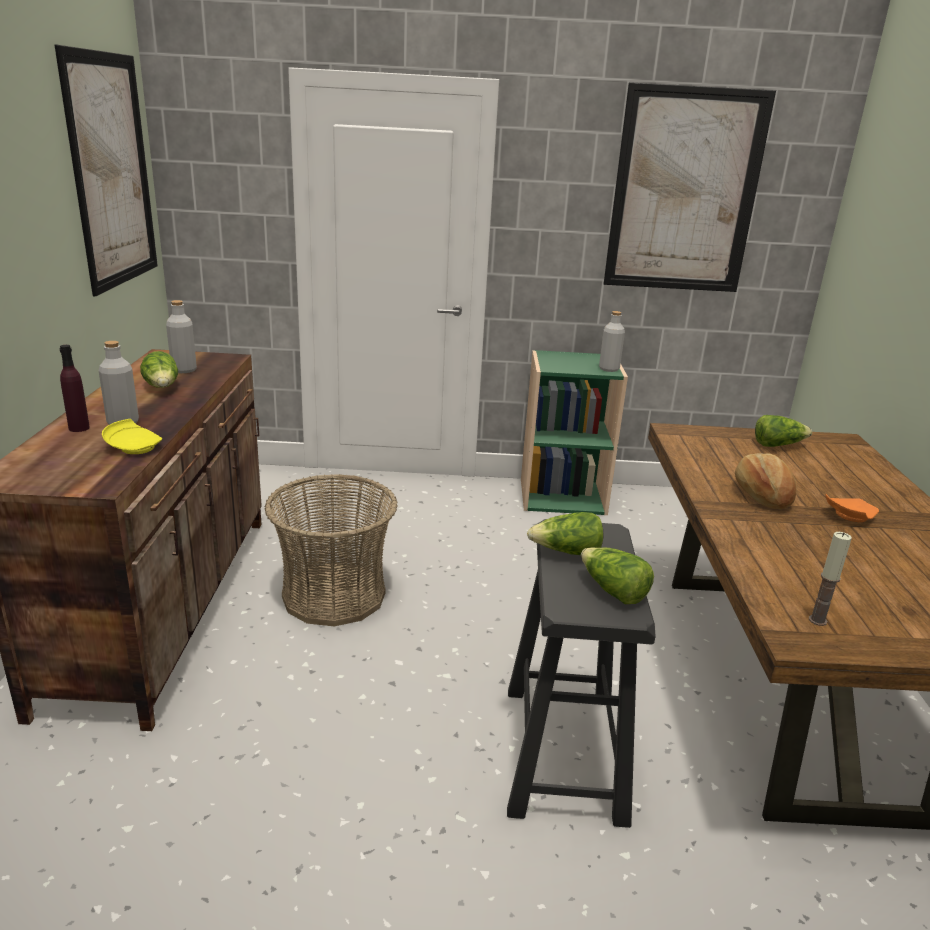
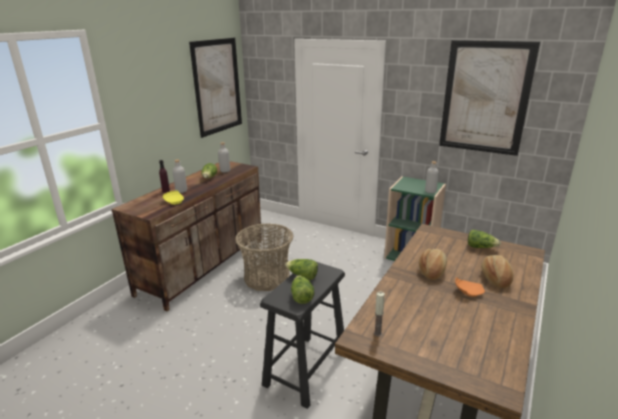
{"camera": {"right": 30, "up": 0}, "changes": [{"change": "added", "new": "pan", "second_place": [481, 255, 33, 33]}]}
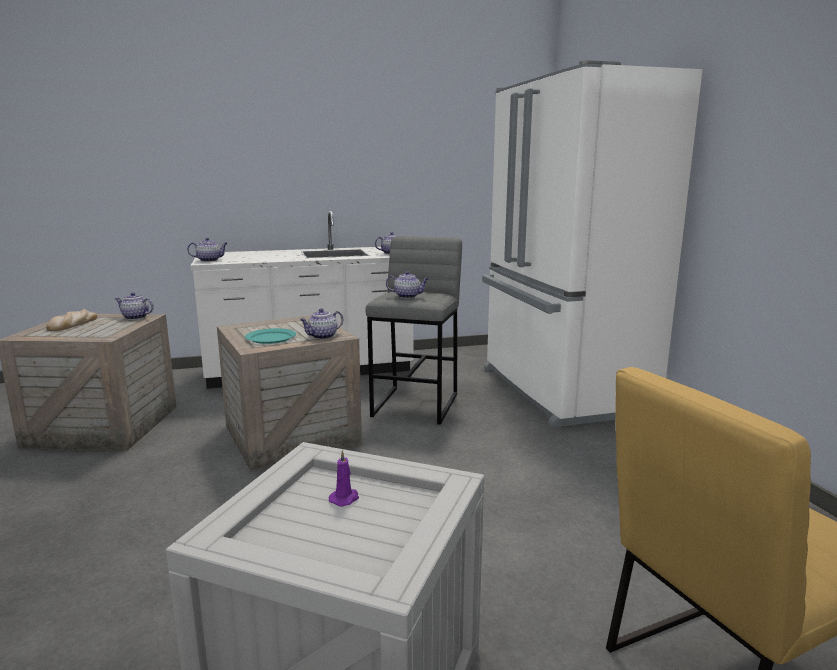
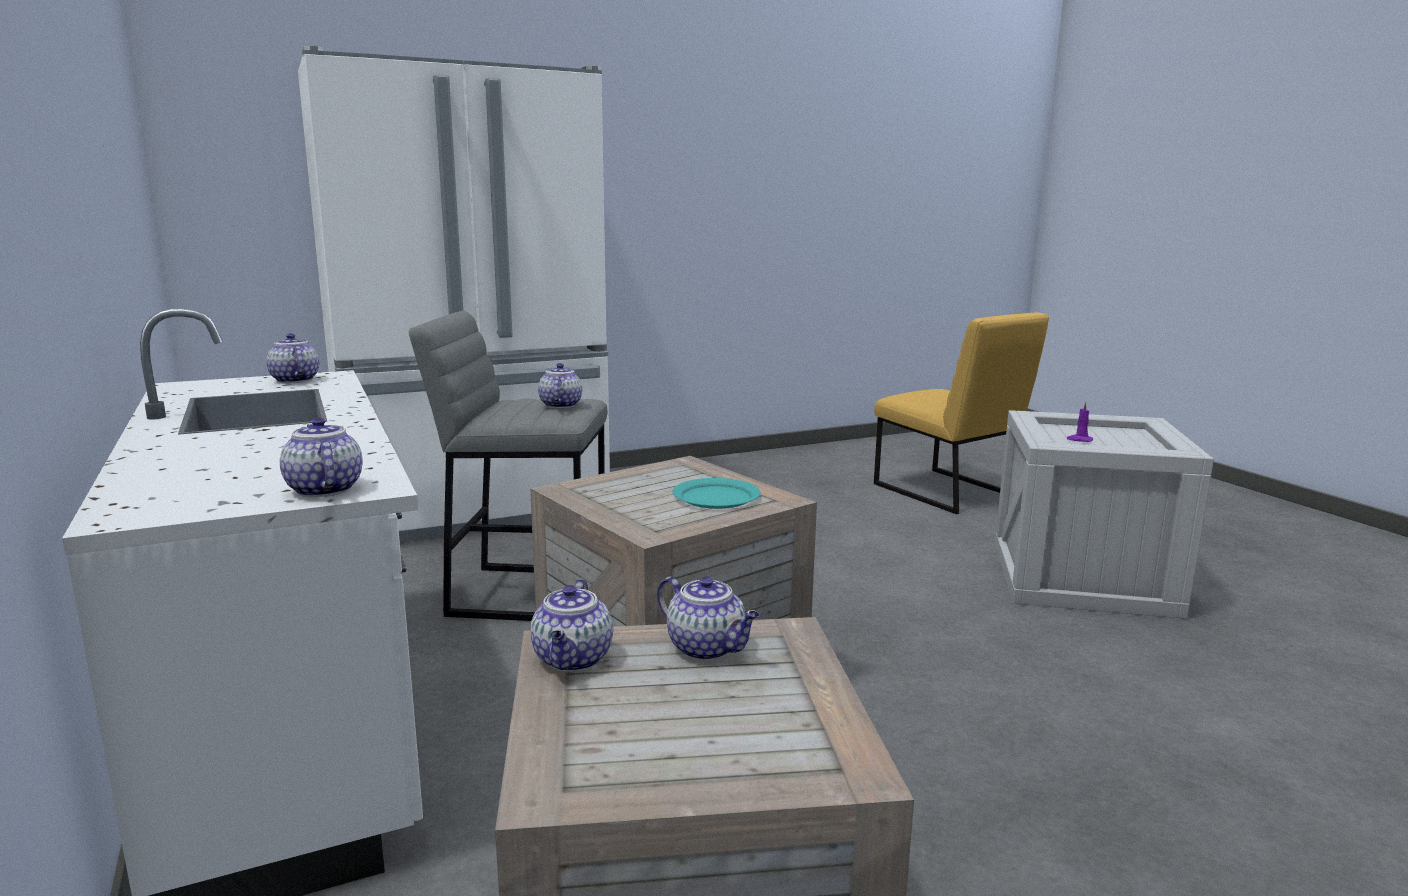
{"camera": {"right": -100, "up": 0}, "changes": [{"change": "removed", "old": "pan", "first_place": [46, 309, 51, 22]}, {"change": "moved", "old": "tetera", "first_place": [300, 308, 43, 31], "second_place": [657, 576, 103, 84]}]}
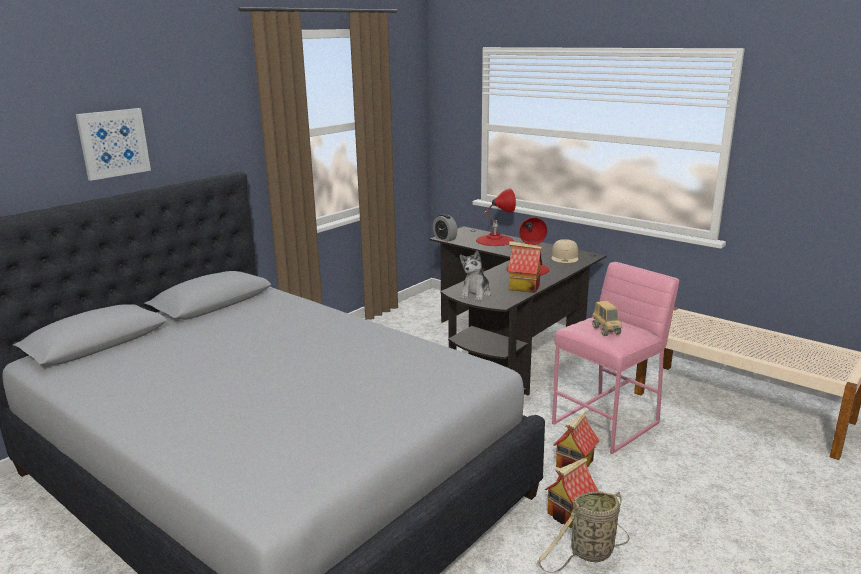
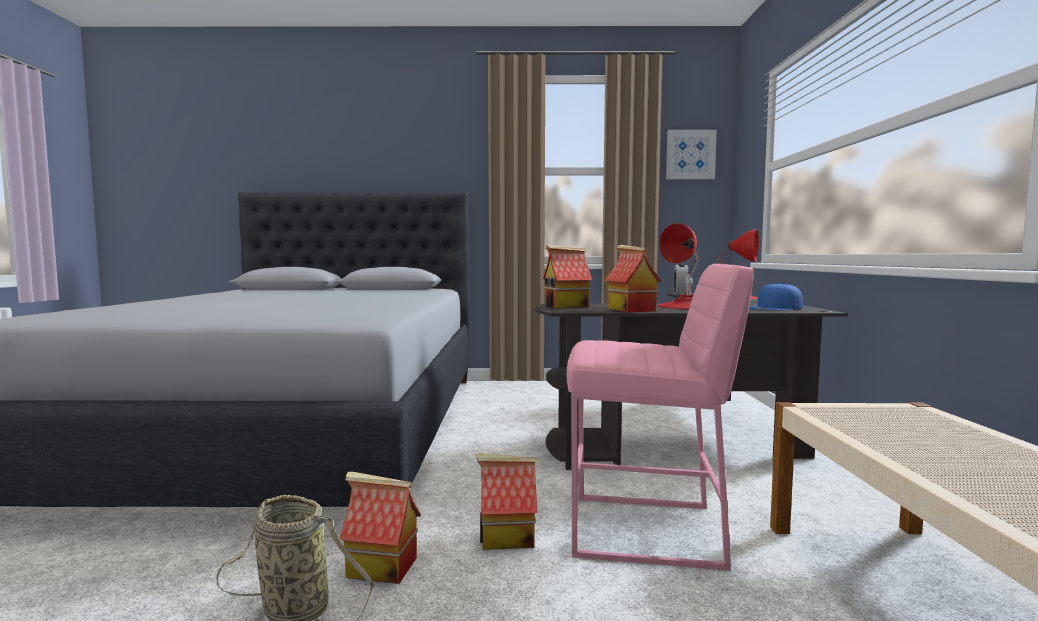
{"camera": {"right": 50, "up": -15}, "changes": [{"change": "moved", "old": "cuadro", "first_place": [76, 108, 75, 73], "second_place": [666, 130, 51, 49]}, {"change": "replaced", "old": "peluche", "new": "casita", "first_place": [460, 250, 31, 51], "second_place": [543, 245, 49, 63]}, {"change": "recoloured", "old": "gorra (beis)", "new": "gorra (azul)", "first_place": [551, 239, 27, 24], "second_place": [749, 283, 54, 27]}, {"change": "removed", "old": "camión de juguete", "first_place": [592, 301, 31, 35]}]}
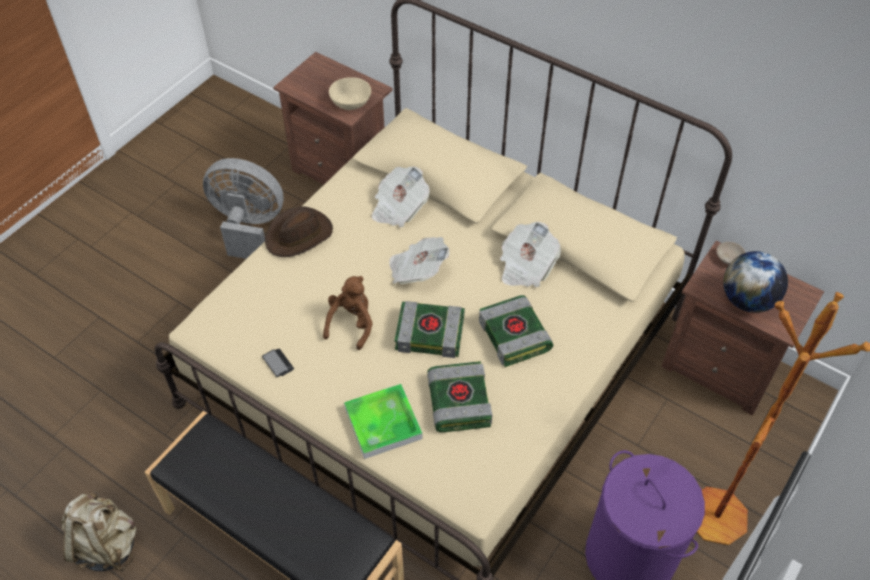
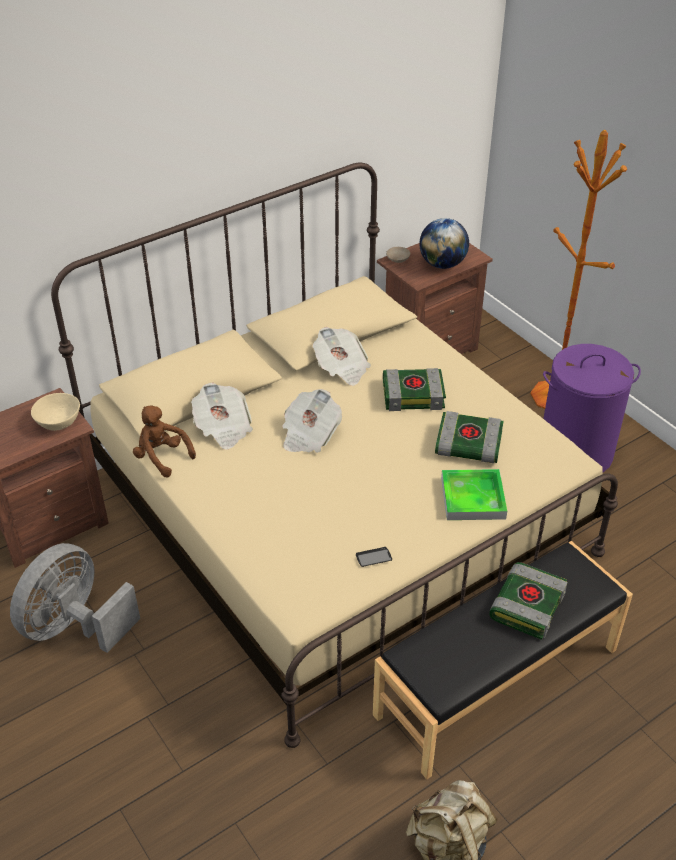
{"camera": {"right": -70, "up": -10}, "changes": [{"change": "removed", "old": "sombrero (marrón)", "first_place": [265, 206, 68, 51]}, {"change": "moved", "old": "peluche (marrón)", "first_place": [323, 276, 50, 74], "second_place": [133, 405, 63, 73]}, {"change": "moved", "old": "libro", "first_place": [395, 301, 70, 57], "second_place": [489, 562, 79, 78]}]}
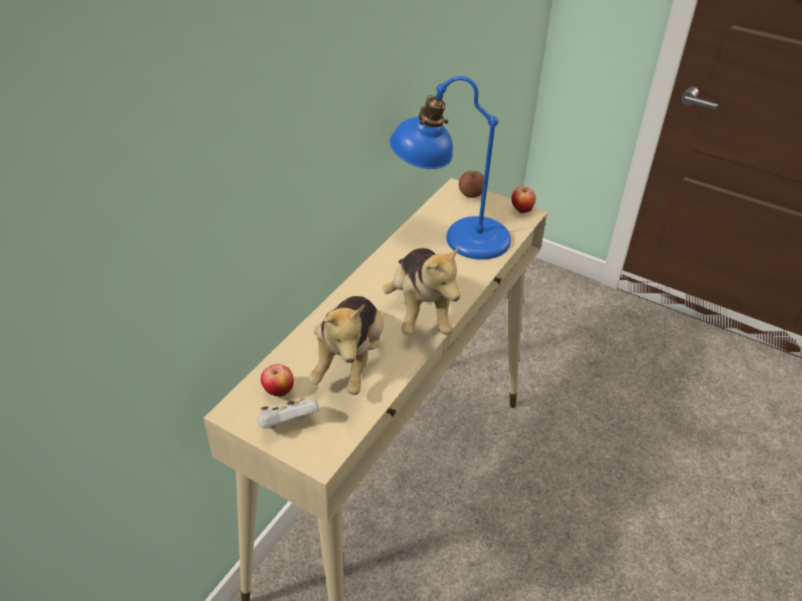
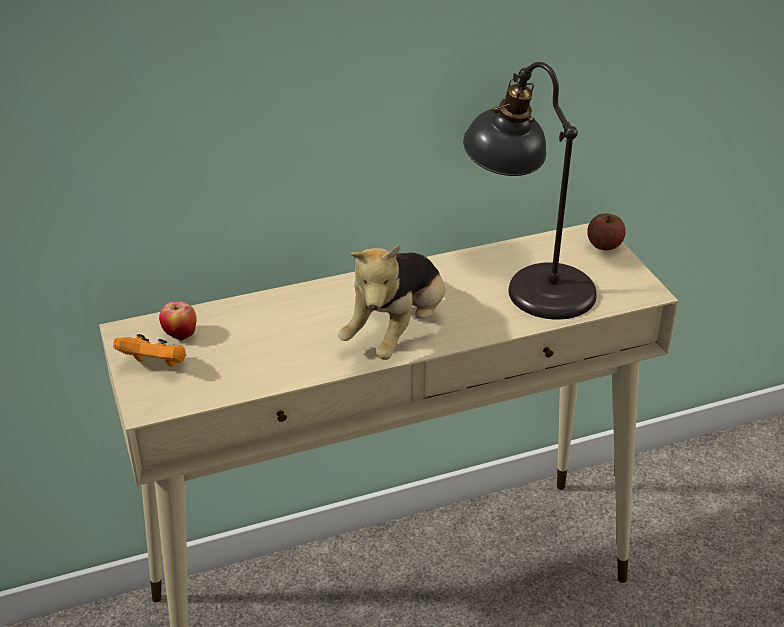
{"camera": {"right": 40, "up": -5}, "changes": [{"change": "recoloured", "old": "mando de consola (blanco)", "new": "mando de consola (naranja)", "first_place": [258, 399, 61, 30], "second_place": [113, 334, 73, 33]}, {"change": "removed", "old": "peluche", "first_place": [309, 296, 75, 99]}, {"change": "recoloured", "old": "lámpara de mesa (azul)", "new": "lámpara de mesa (gris)", "first_place": [390, 76, 121, 184], "second_place": [463, 62, 133, 258]}, {"change": "removed", "old": "manzana", "first_place": [512, 186, 24, 27]}]}
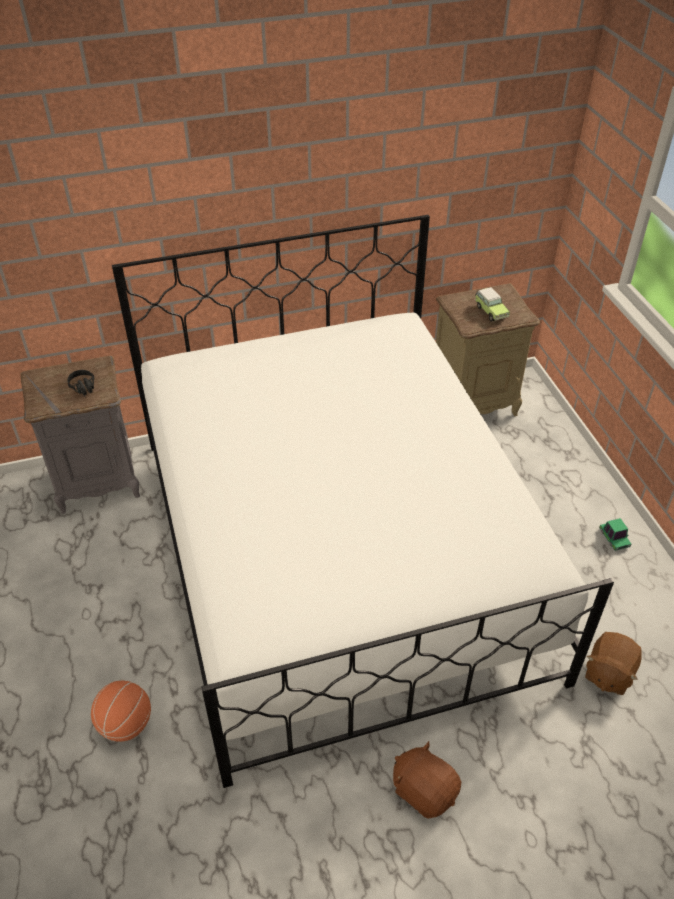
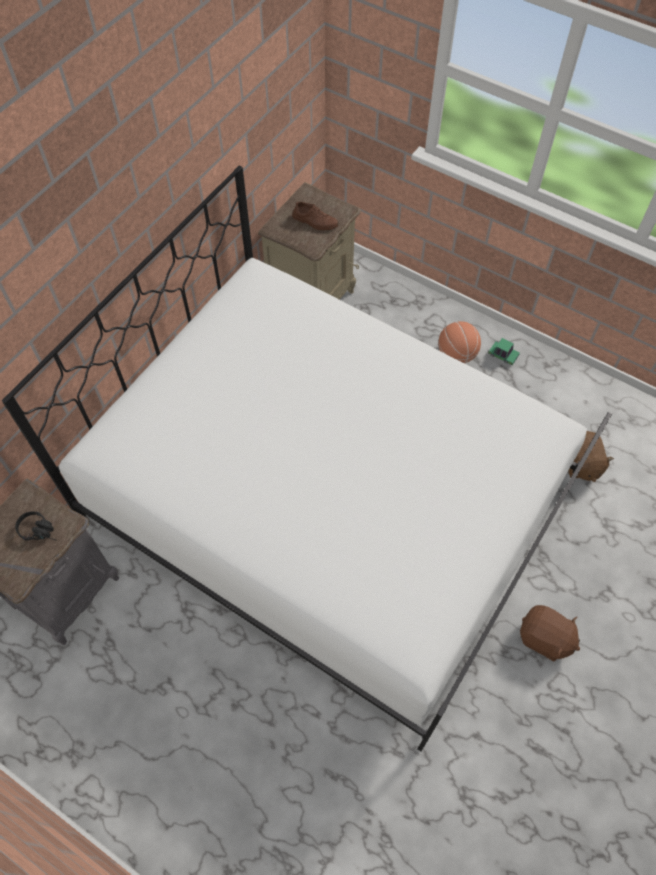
{"camera": {"right": -40, "up": 15}, "changes": [{"change": "moved", "old": "balón de baloncesto", "first_place": [91, 681, 60, 61], "second_place": [438, 321, 43, 42]}, {"change": "turned", "old": "peluche (marrón)", "first_place": [393, 741, 68, 78], "second_place": [520, 605, 60, 57], "degrees": -150}, {"change": "replaced", "old": "coche de juguete", "new": "zapato (marrón)", "first_place": [475, 287, 35, 35], "second_place": [292, 201, 47, 29]}]}
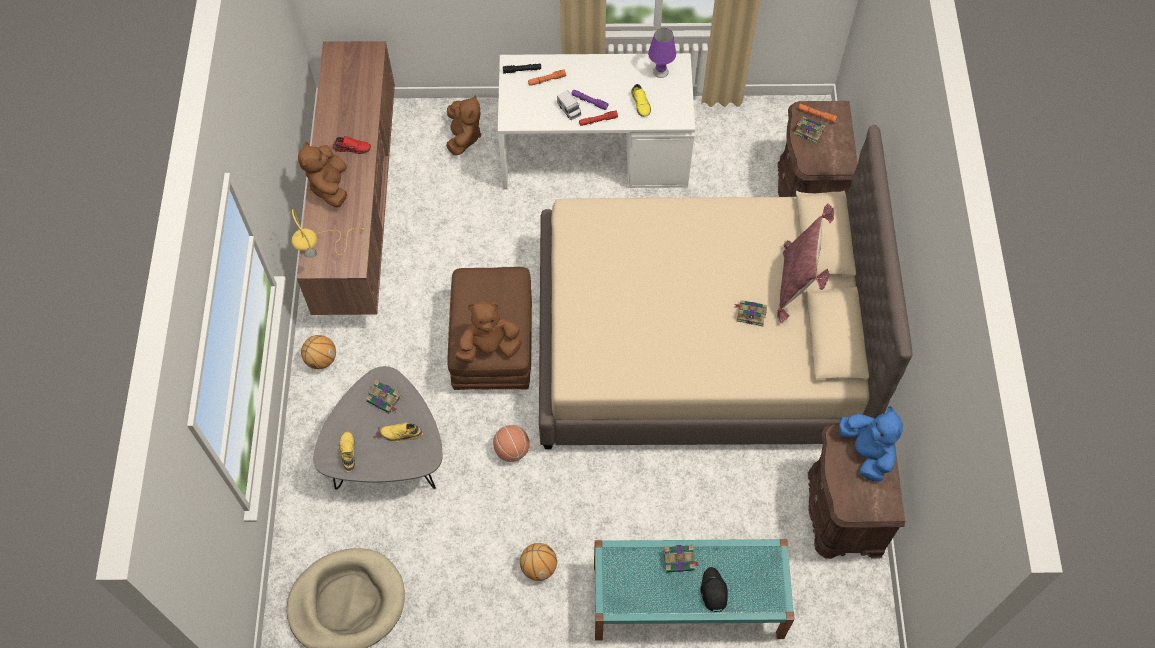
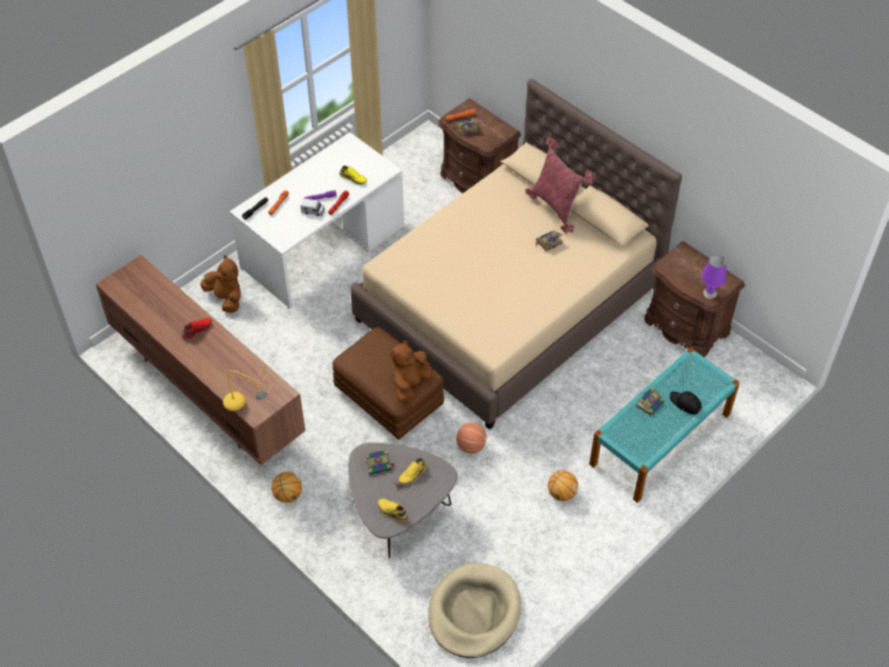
{"camera": {"right": -45, "up": -10}, "changes": [{"change": "removed", "old": "peluche (marrón)", "first_place": [298, 141, 49, 66]}, {"change": "moved", "old": "lámpara de mesa (morado)", "first_place": [648, 28, 28, 50], "second_place": [701, 255, 25, 44]}, {"change": "removed", "old": "peluche (azul)", "first_place": [839, 406, 64, 76]}]}
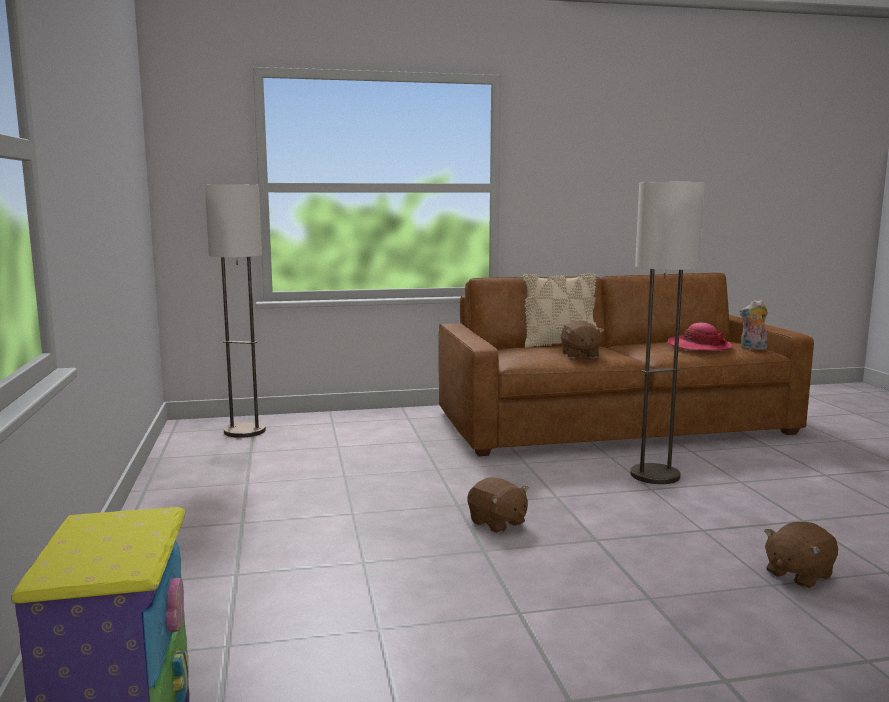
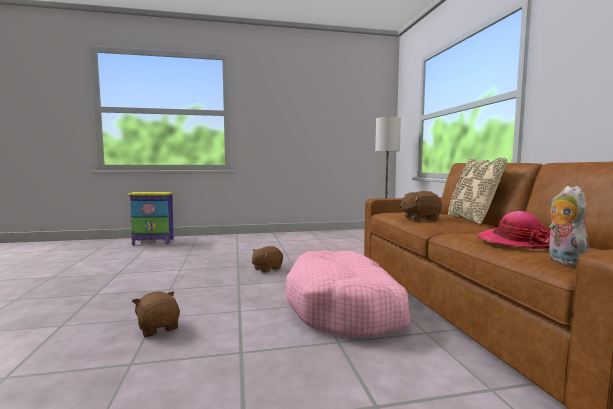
{"camera": {"right": 90, "up": -5}, "changes": [{"change": "replaced", "old": "lámpara de pie", "new": "cama para perro (rosa)", "first_place": [630, 182, 75, 302], "second_place": [286, 250, 124, 88]}]}
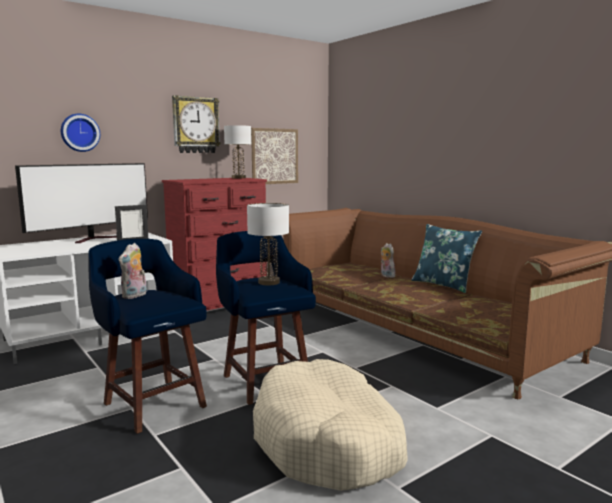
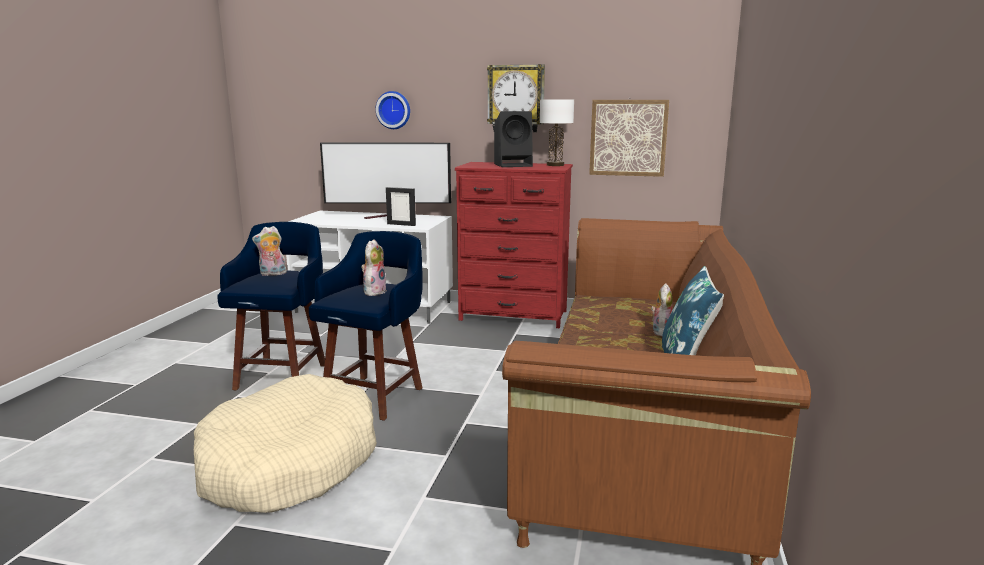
{"camera": {"right": 50, "up": 5}, "changes": [{"change": "replaced", "old": "lámpara de mesa", "new": "peluche", "first_place": [247, 203, 42, 82], "second_place": [361, 240, 25, 56]}, {"change": "added", "new": "altavoz (negro)", "second_place": [494, 111, 39, 56]}]}
